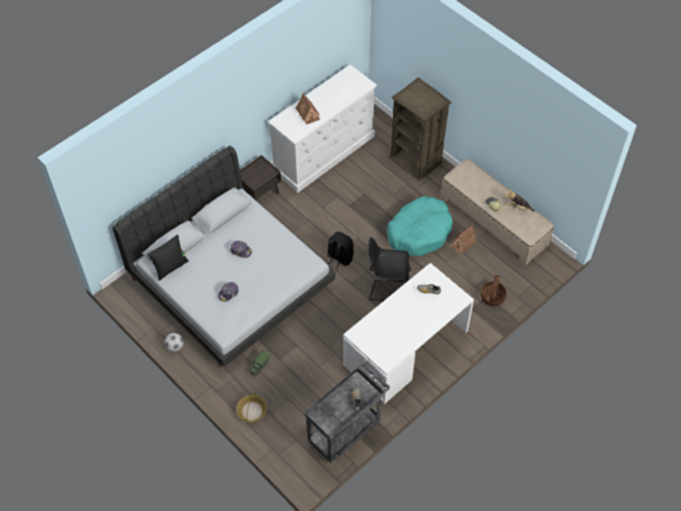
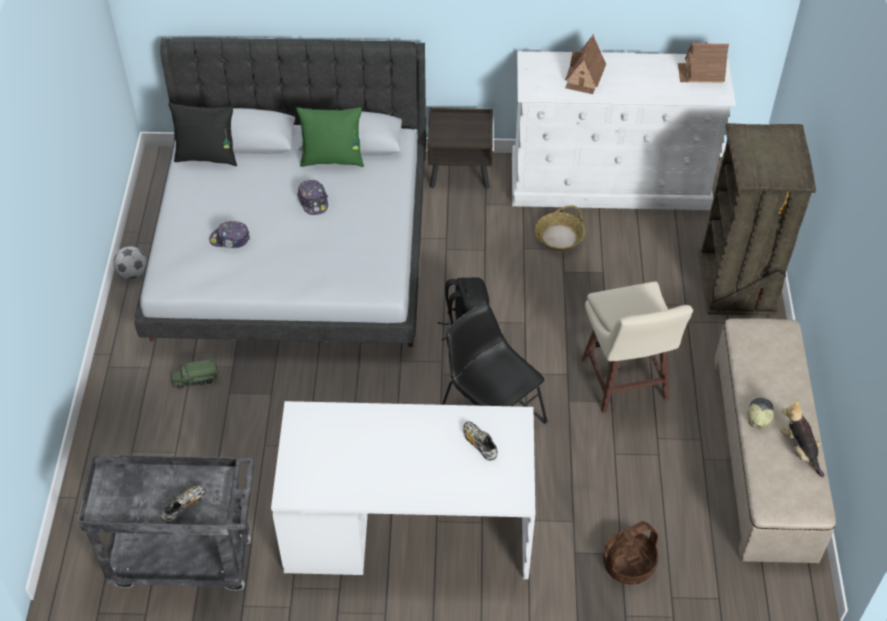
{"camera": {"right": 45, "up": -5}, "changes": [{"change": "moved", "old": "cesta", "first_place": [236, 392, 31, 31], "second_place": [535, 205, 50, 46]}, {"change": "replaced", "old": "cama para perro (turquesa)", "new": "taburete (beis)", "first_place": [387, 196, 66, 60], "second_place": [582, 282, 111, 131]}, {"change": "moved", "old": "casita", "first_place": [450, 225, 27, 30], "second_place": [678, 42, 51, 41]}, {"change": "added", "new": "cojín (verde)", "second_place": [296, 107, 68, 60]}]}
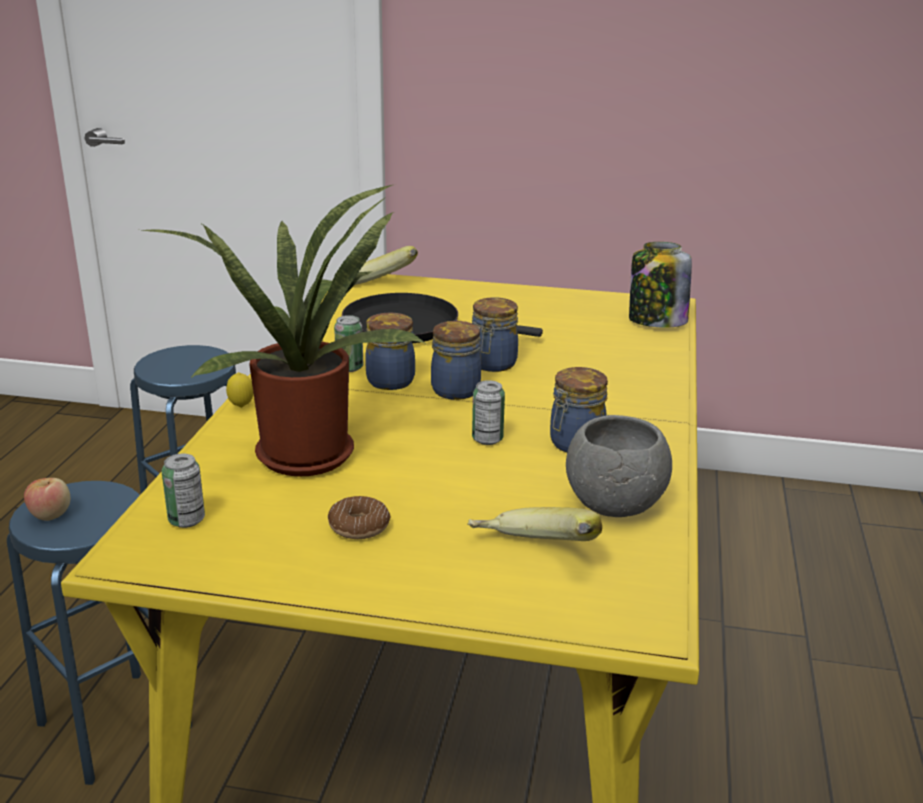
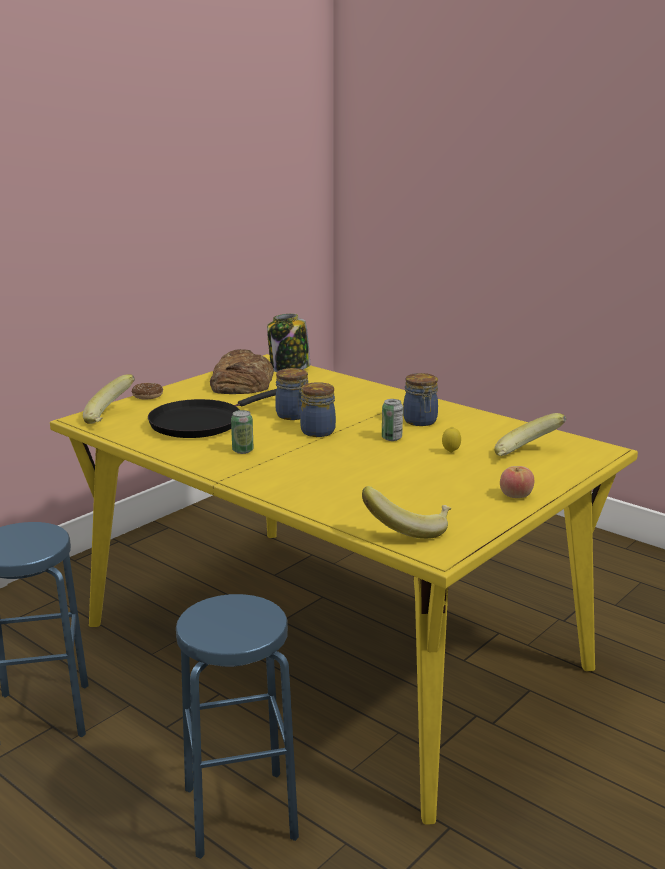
{"camera": {"right": -60, "up": -5}, "changes": [{"change": "moved", "old": "manzana", "first_place": [24, 478, 46, 43], "second_place": [500, 466, 34, 32]}, {"change": "removed", "old": "planta en maceta", "first_place": [142, 184, 285, 293]}, {"change": "replaced", "old": "lata", "new": "plátano", "first_place": [162, 454, 43, 74], "second_place": [362, 486, 89, 53]}, {"change": "moved", "old": "limón", "first_place": [226, 372, 28, 36], "second_place": [442, 427, 19, 26]}, {"change": "moved", "old": "rosquilla", "first_place": [328, 496, 62, 43], "second_place": [132, 383, 31, 17]}, {"change": "removed", "old": "tarro", "first_place": [365, 313, 50, 77]}, {"change": "removed", "old": "cuenco (gris)", "first_place": [566, 415, 106, 102]}, {"change": "added", "new": "pan", "second_place": [210, 349, 64, 45]}]}
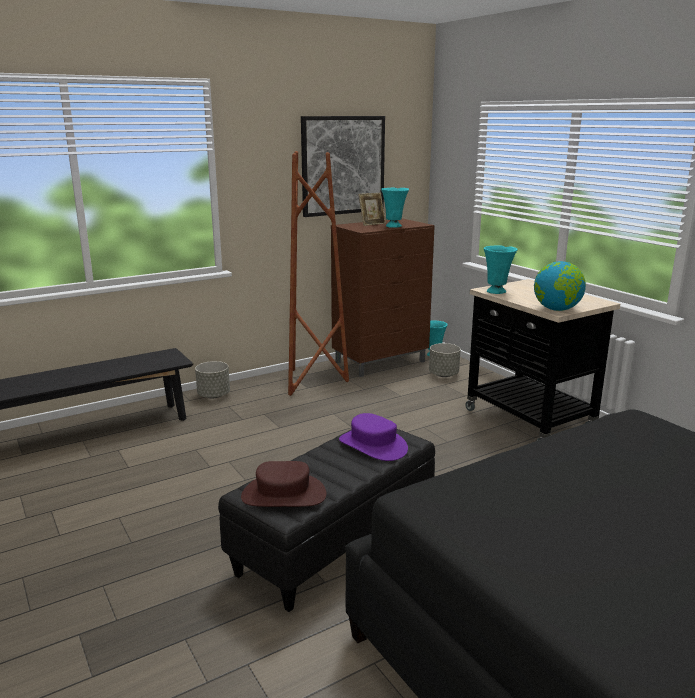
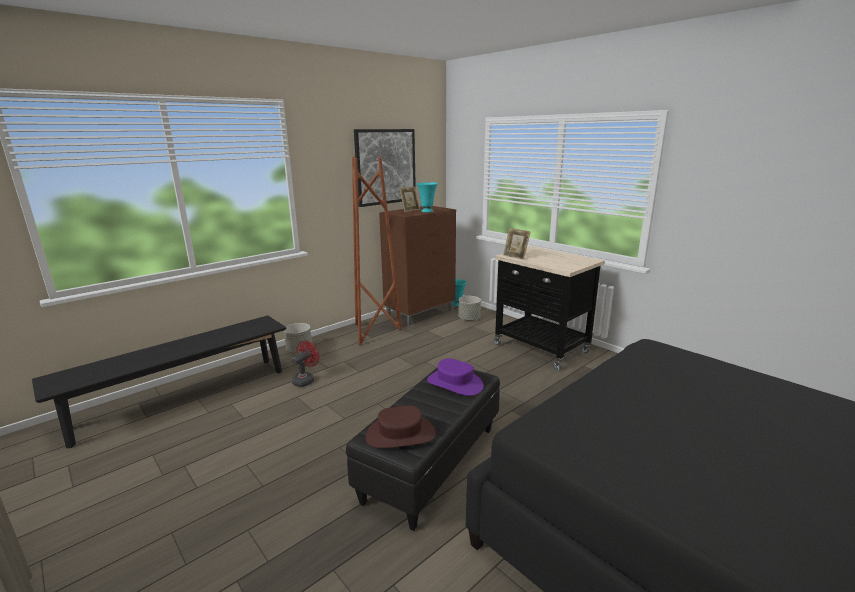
{"camera": {"right": -10, "up": 0}, "changes": [{"change": "replaced", "old": "florero (turquesa)", "new": "portarretratos", "first_place": [484, 246, 33, 48], "second_place": [503, 228, 28, 32]}, {"change": "removed", "old": "globo terráqueo", "first_place": [534, 261, 52, 50]}, {"change": "added", "new": "ventilador (rojo)", "second_place": [292, 340, 27, 47]}]}
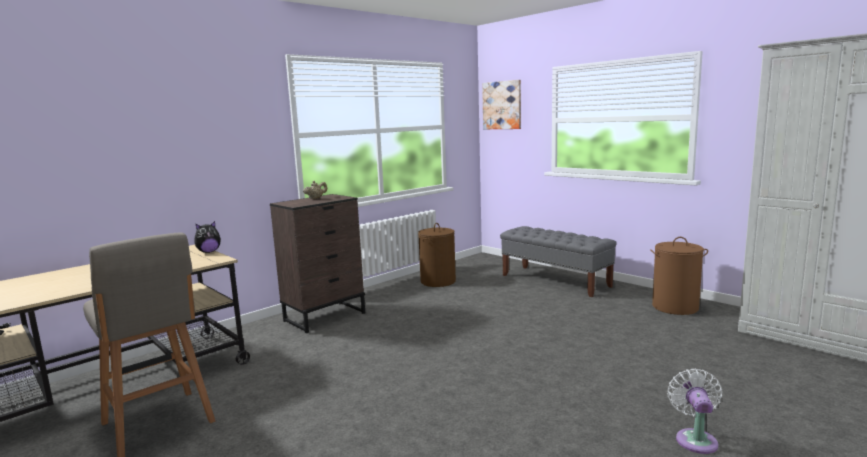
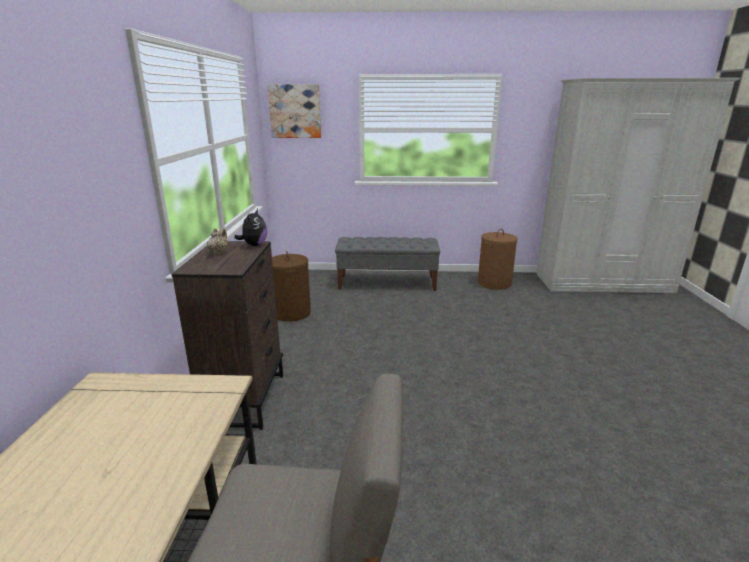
{"camera": {"right": -45, "up": 10}, "changes": [{"change": "moved", "old": "peluche", "first_place": [195, 221, 26, 32], "second_place": [234, 209, 33, 37]}, {"change": "removed", "old": "ventilador (blanco)", "first_place": [667, 369, 56, 85]}]}
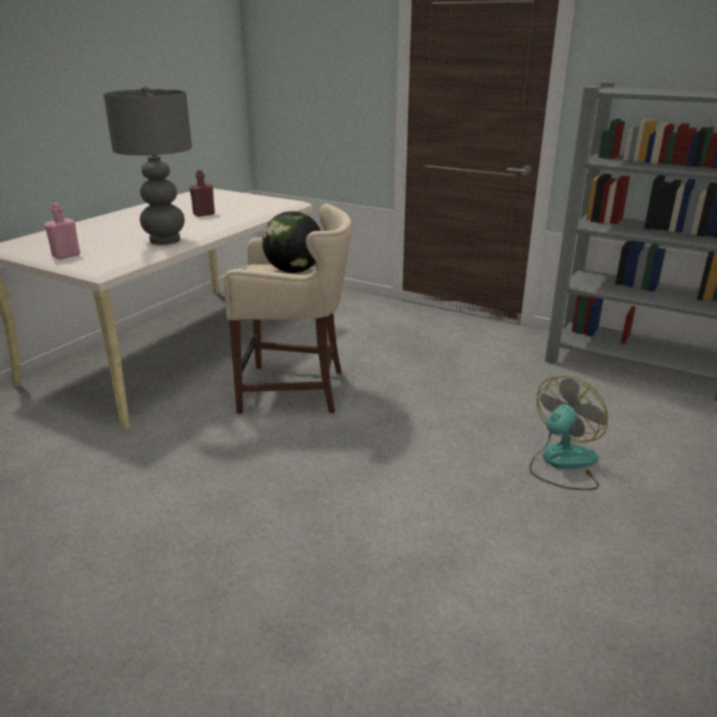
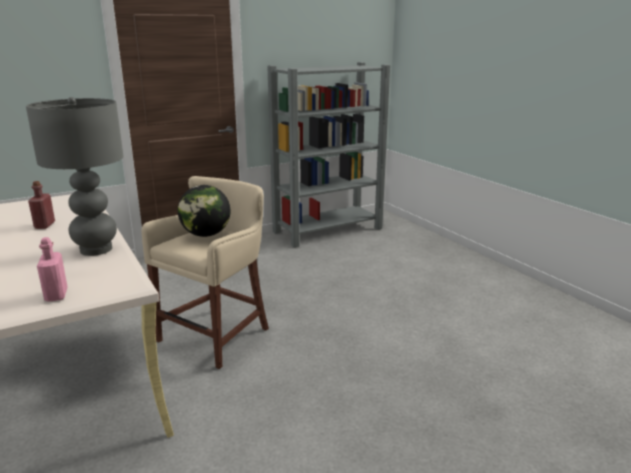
{"camera": {"right": -60, "up": -5}, "changes": [{"change": "removed", "old": "ventilador", "first_place": [529, 376, 79, 114]}]}
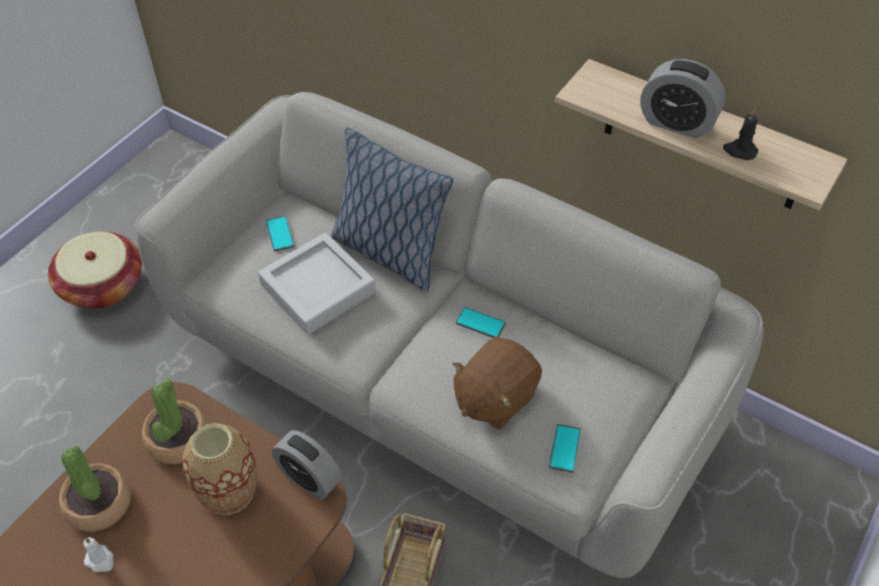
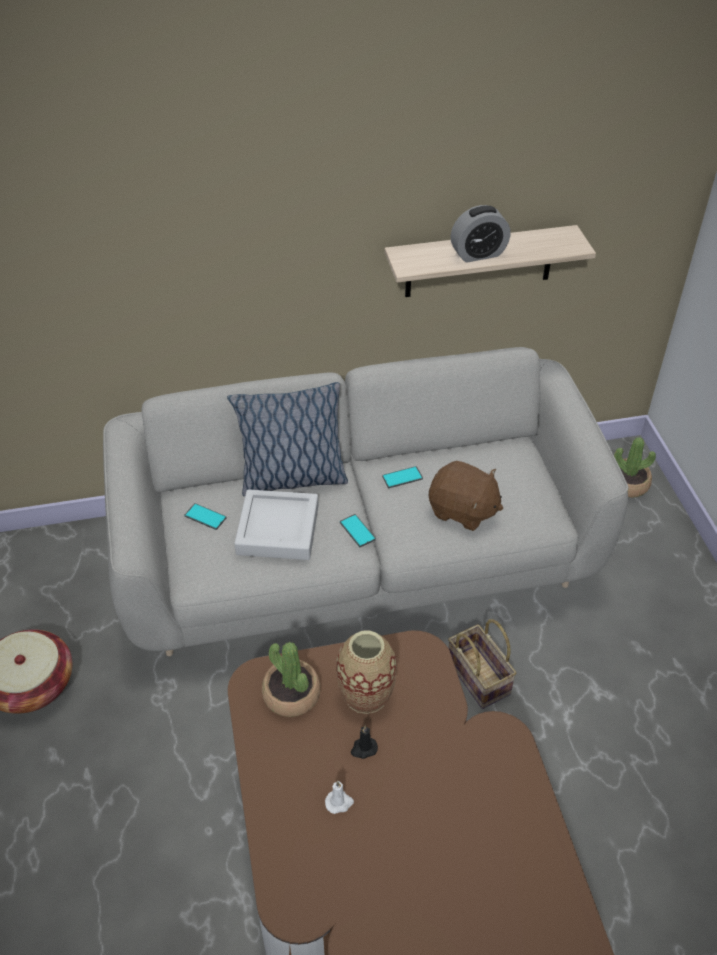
{"camera": {"right": -45, "up": -5}, "changes": [{"change": "moved", "old": "planta en maceta", "first_place": [59, 446, 72, 86], "second_place": [614, 437, 42, 61]}, {"change": "removed", "old": "despertador", "first_place": [272, 430, 70, 69]}, {"change": "turned", "old": "peluche (marrón)", "first_place": [452, 337, 90, 93], "second_place": [429, 461, 74, 70], "degrees": -60}, {"change": "moved", "old": "móvil", "first_place": [549, 424, 32, 49], "second_place": [340, 514, 36, 33]}, {"change": "moved", "old": "vela (negro)", "first_place": [723, 109, 35, 51], "second_place": [351, 726, 27, 33]}]}
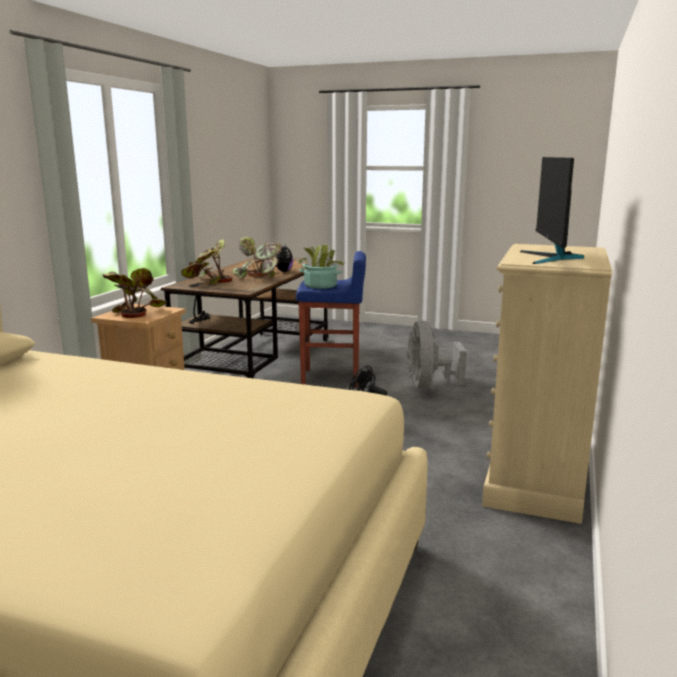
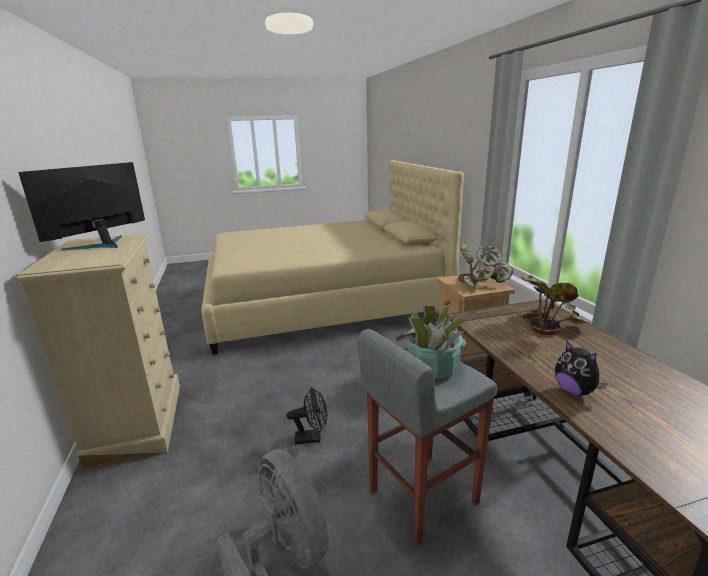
{"camera": {"right": 145, "up": 5}, "changes": [{"change": "removed", "old": "planta en maceta", "first_place": [232, 237, 50, 41]}, {"change": "recoloured", "old": "taburete (azul)", "new": "taburete (gris)", "first_place": [296, 251, 70, 137], "second_place": [357, 329, 141, 217]}, {"change": "turned", "old": "monitor", "first_place": [520, 157, 64, 107], "second_place": [18, 162, 127, 88], "degrees": -120}]}
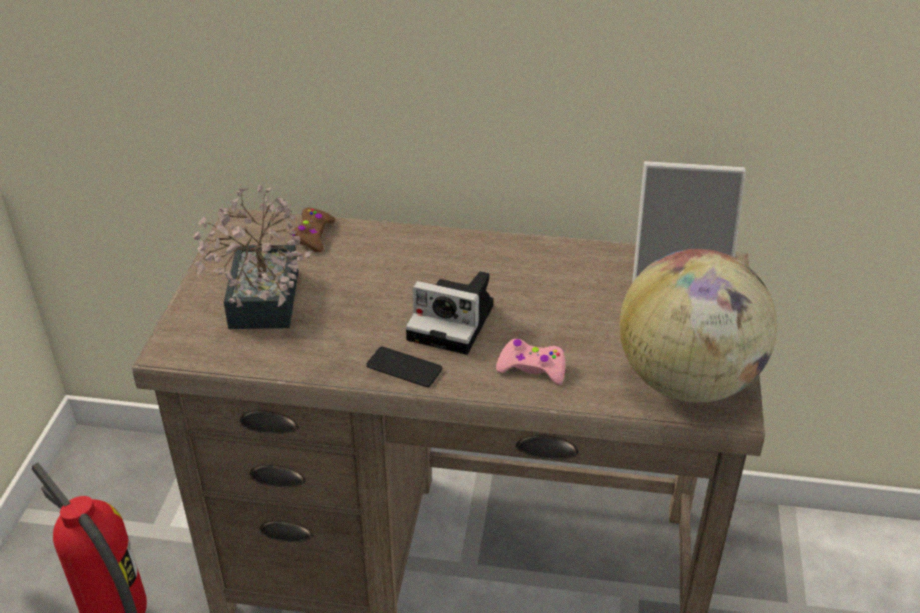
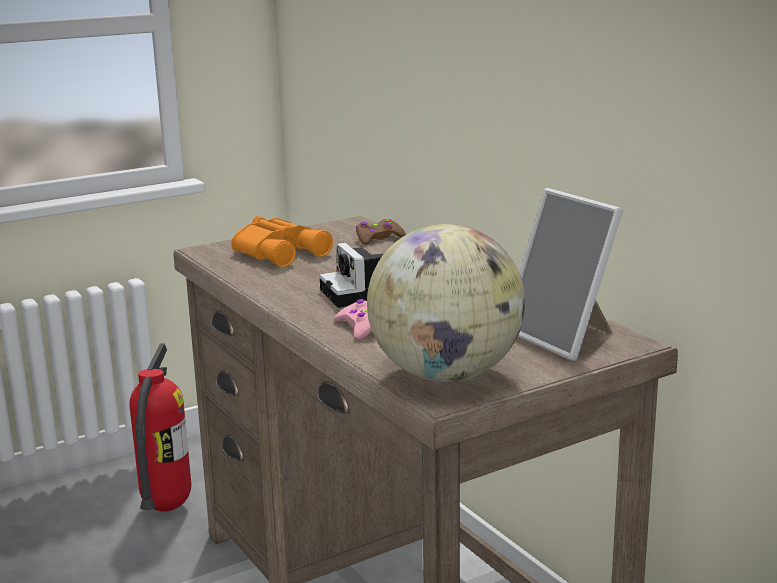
{"camera": {"right": 50, "up": -20}, "changes": [{"change": "replaced", "old": "planta en maceta", "new": "prismáticos (naranja)", "first_place": [194, 184, 118, 145], "second_place": [231, 216, 102, 51]}, {"change": "removed", "old": "móvil", "first_place": [366, 347, 76, 40]}]}
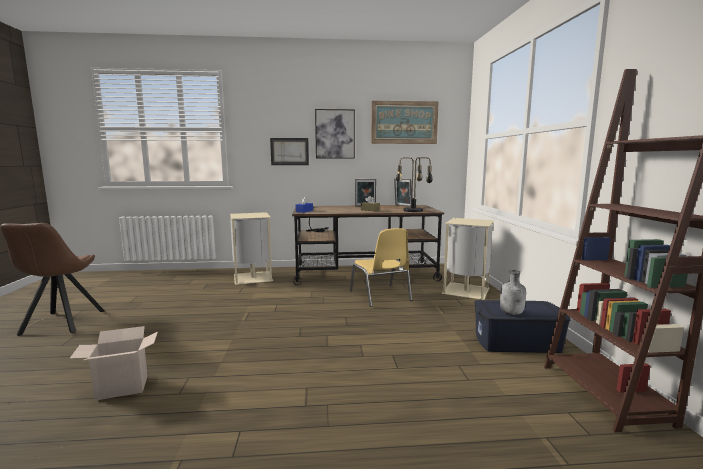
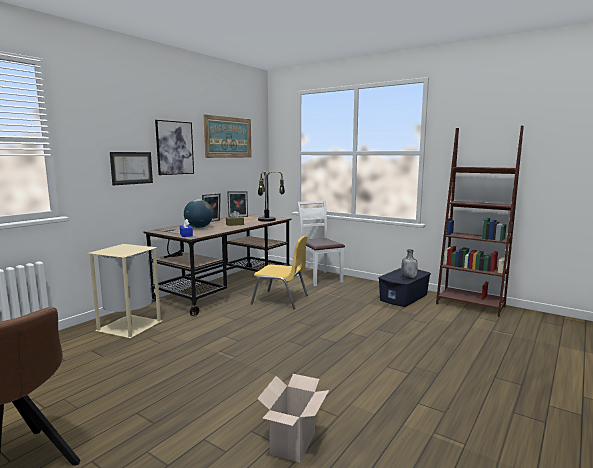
{"camera": {"right": -50, "up": 0}, "changes": [{"change": "replaced", "old": "papelera (beis)", "new": "silla (blanco)", "first_place": [442, 218, 52, 82], "second_place": [296, 200, 49, 86]}, {"change": "added", "new": "globo terráqueo", "second_place": [184, 199, 29, 29]}]}
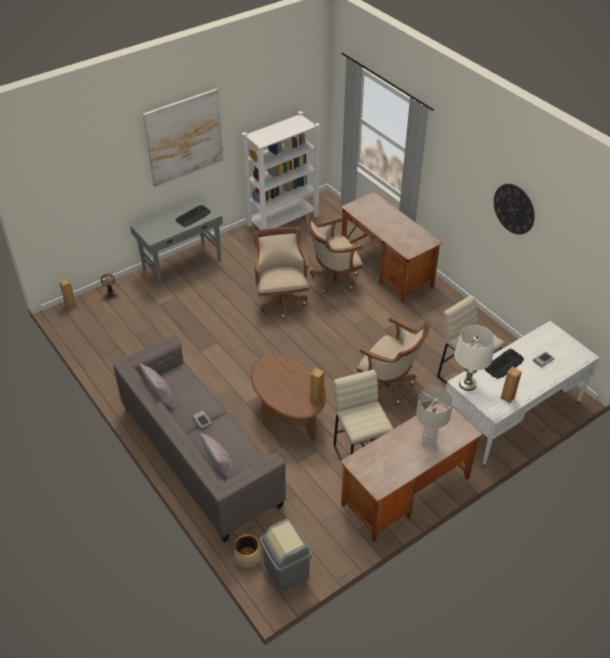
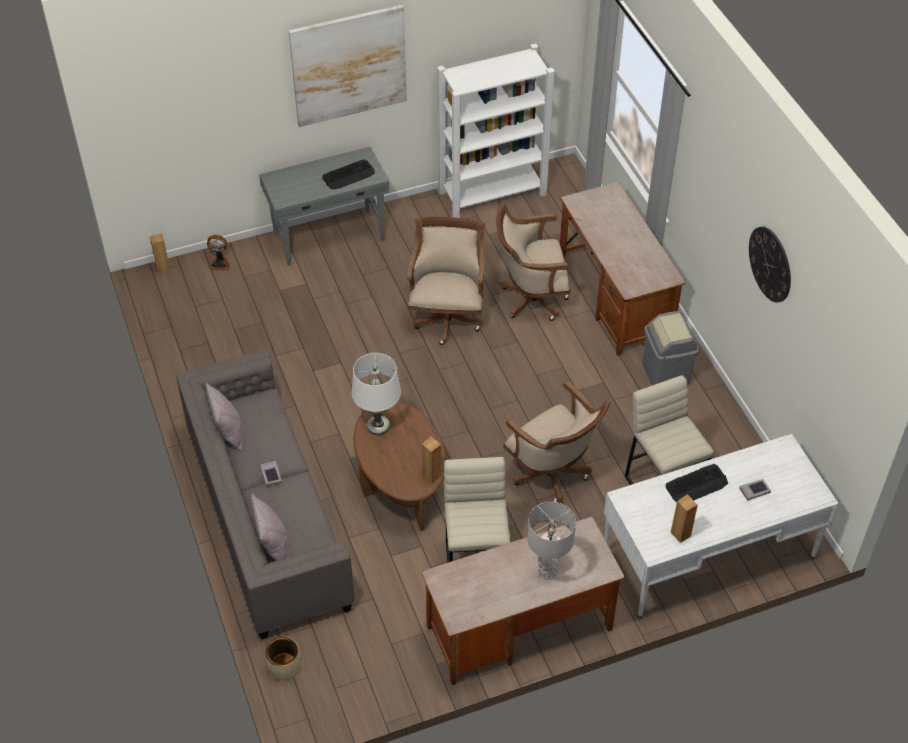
{"camera": {"right": 15, "up": 5}, "changes": [{"change": "moved", "old": "papelera (gris)", "first_place": [260, 519, 52, 73], "second_place": [643, 311, 56, 74]}, {"change": "moved", "old": "lámpara de mesa (blanco)", "first_place": [454, 325, 40, 66], "second_place": [352, 353, 49, 82]}]}
